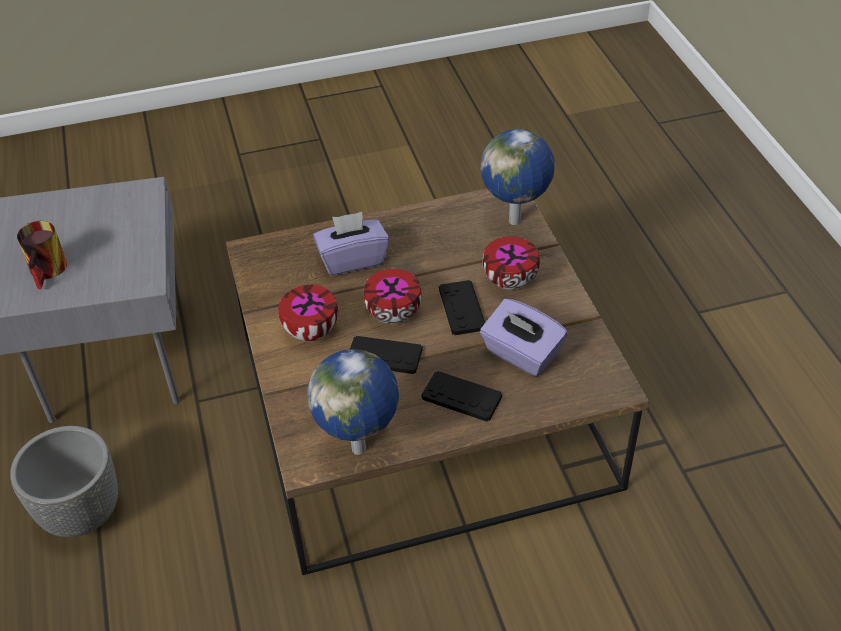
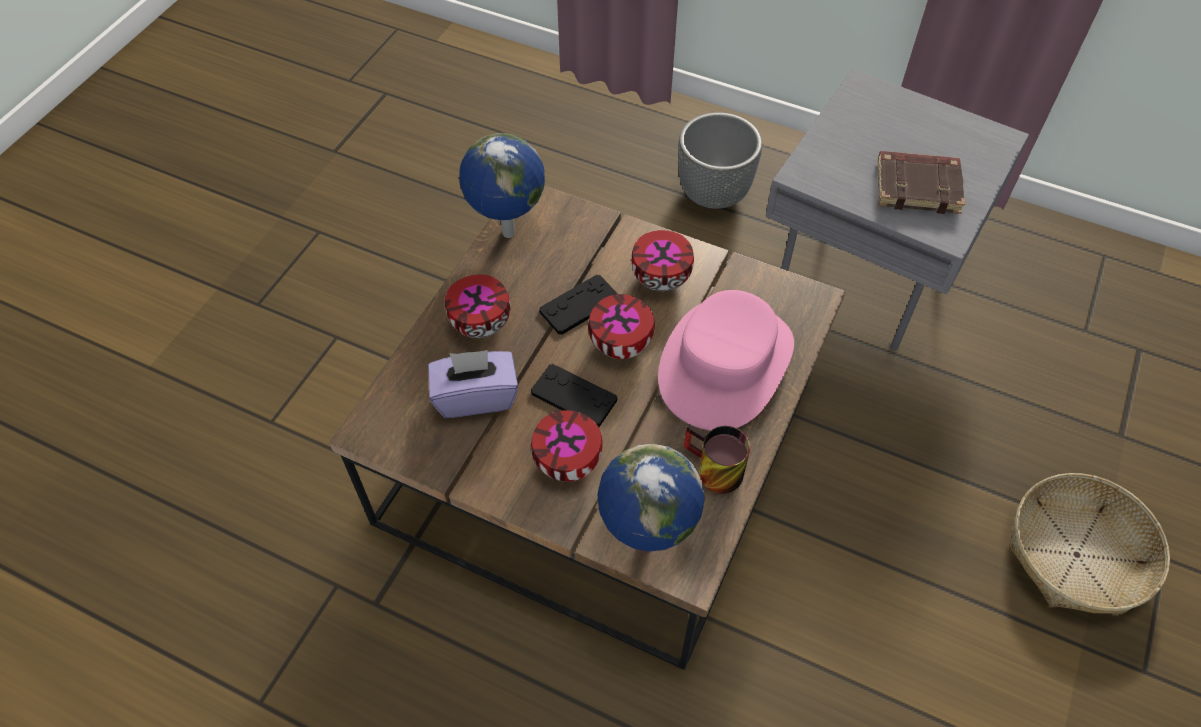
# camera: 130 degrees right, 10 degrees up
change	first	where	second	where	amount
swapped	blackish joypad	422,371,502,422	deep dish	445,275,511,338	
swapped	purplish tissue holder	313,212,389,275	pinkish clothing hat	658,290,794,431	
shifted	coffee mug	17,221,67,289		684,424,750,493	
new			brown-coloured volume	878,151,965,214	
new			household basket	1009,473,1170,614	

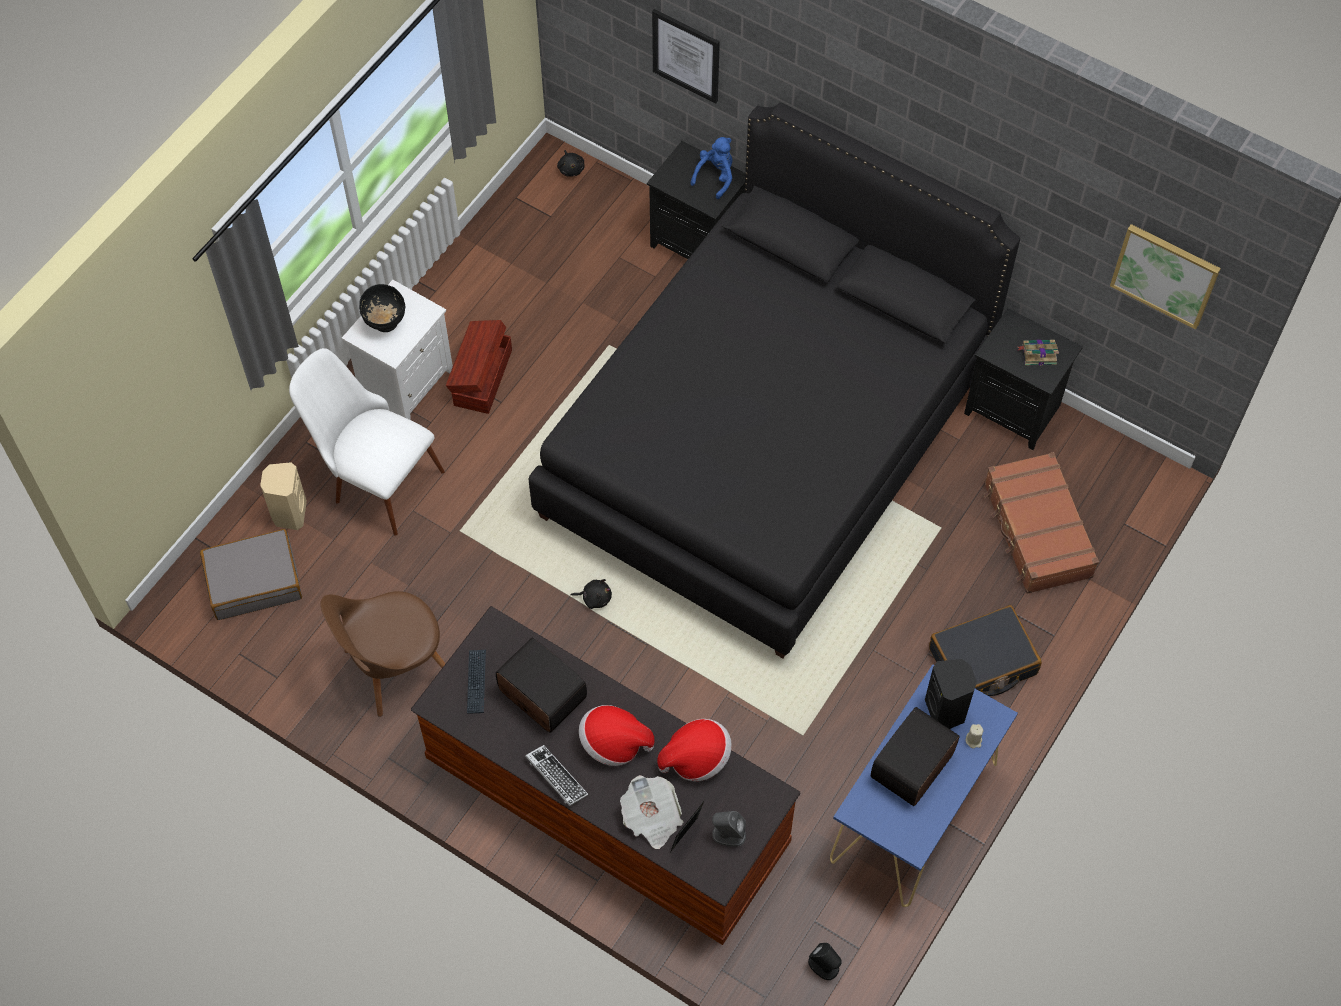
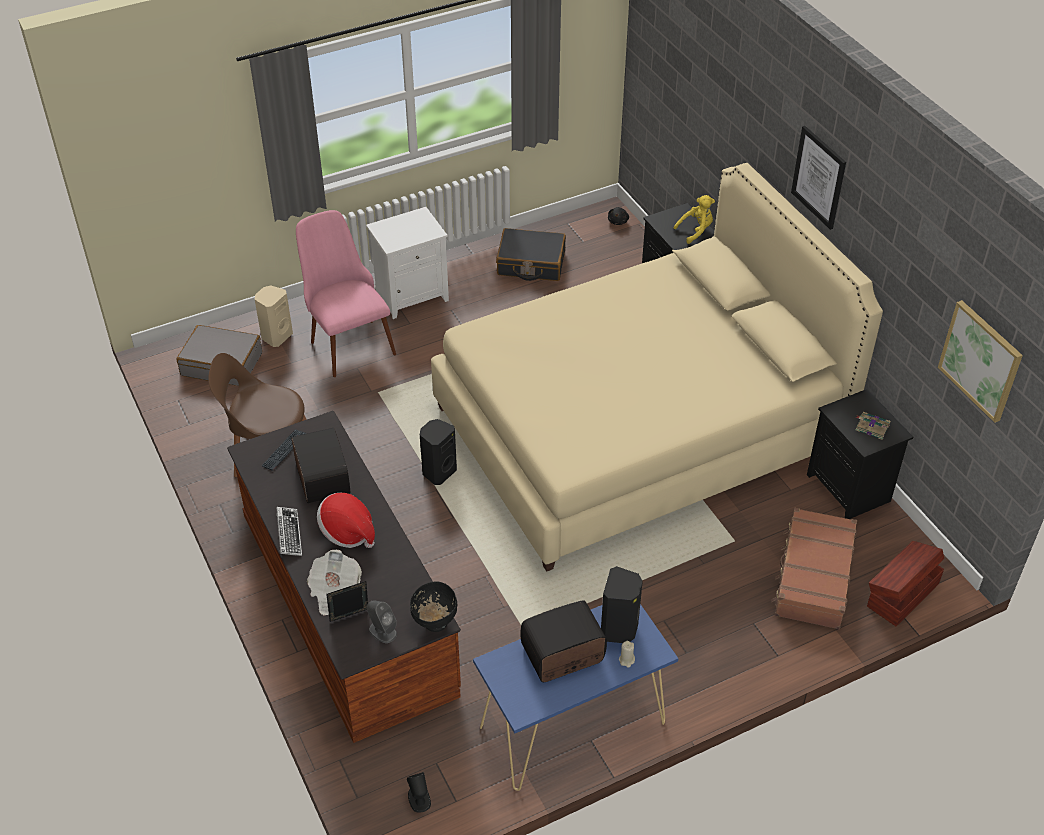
# camera: 30 degrees right, 15 degrees down
change	first	where	second	where	amount
repainted	white plain chair	289,348,445,536	pinkish plain chair	296,210,396,377	
shifted	blackish deep dish	359,284,406,332		410,582,457,632	
swapped	blackish soft toy	571,579,612,609	blackish loudspeaker	420,419,457,485	
repainted	blackish bed	528,102,1020,658	beige-coloured bed	431,163,883,571	
shifted	blackish suitcase	929,605,1042,696		496,228,566,281	
repainted	bluish soft toy	690,137,733,199	yellow soft toy	674,195,715,244	
shifted	picture	652,9,720,104		791,126,846,230	
shifted	brown-coloured storage container	446,320,512,414		867,541,944,626	
gone	clothing hat	657,719,732,781			

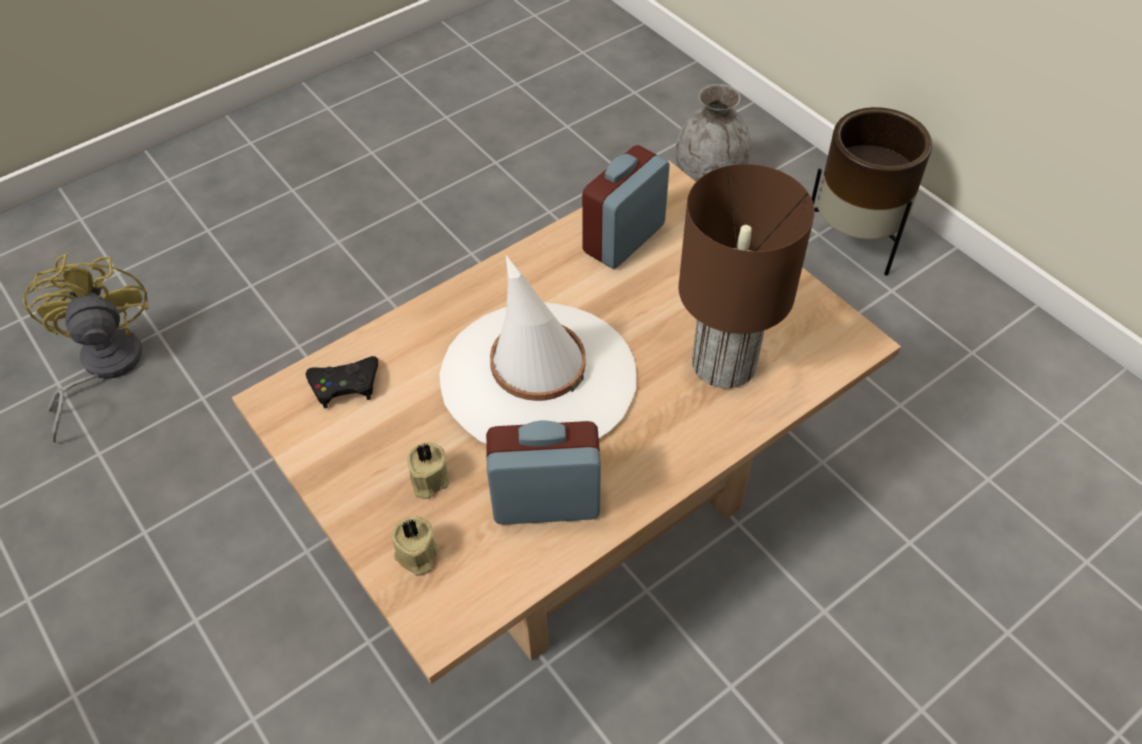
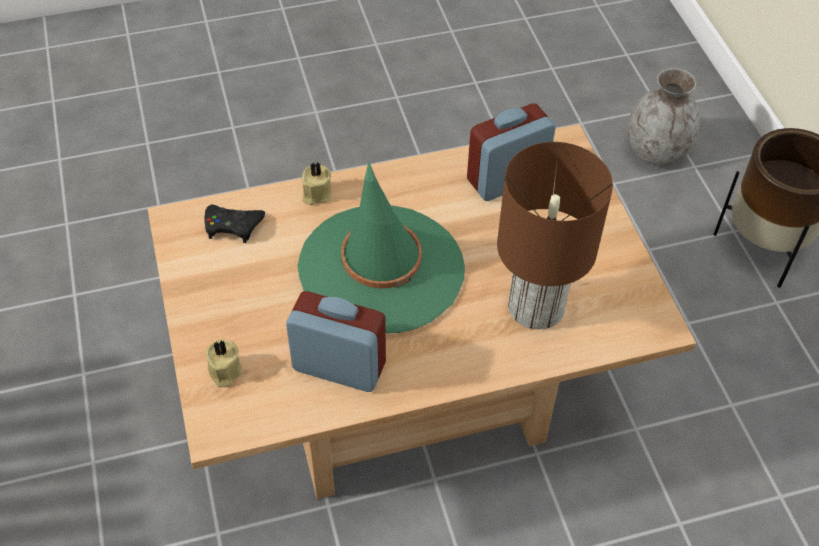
# camera: 20 degrees right, 0 degrees up
change	first	where	second	where	amount
repainted	white clothing hat	439,255,637,444	green-coloured clothing hat	298,162,465,333	
shifted	beige-coloured wax candle	407,442,449,499		302,162,331,205	
gone	yellow fan	23,254,149,443			

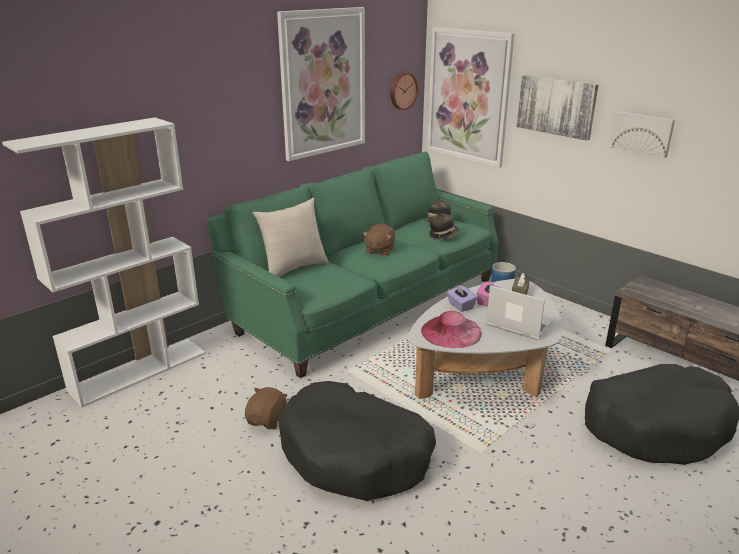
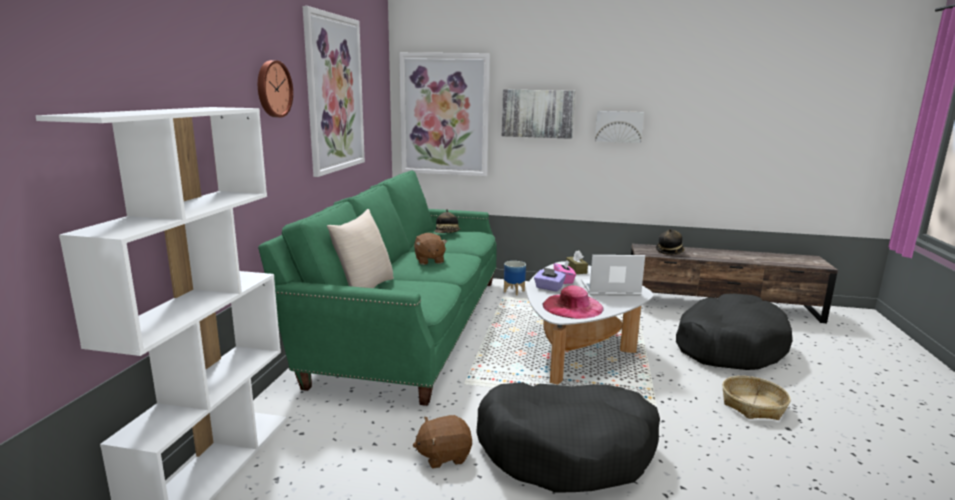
# camera: 35 degrees left, 10 degrees down
change	first	where	second	where	amount
shifted	hanging clock	390,72,418,110		258,60,293,118	
rotated	brown-coloured soft toy	245,387,288,429		413,415,472,468	90 degrees counterclockwise
shifted	clothing hat	429,212,459,239		656,229,685,255	
new			household basket	722,376,790,420	

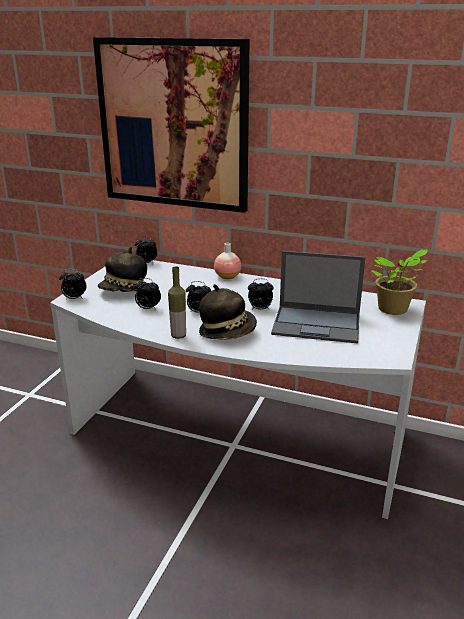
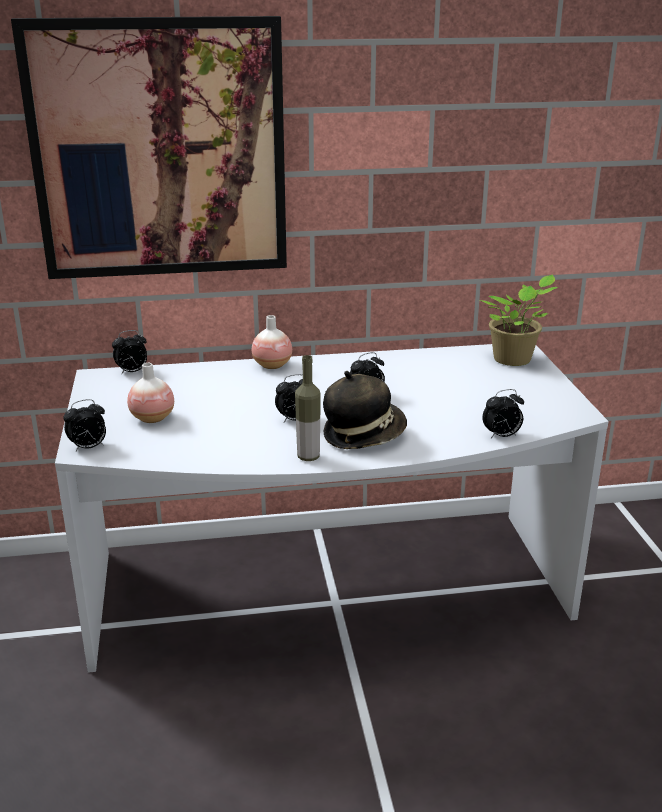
# camera: 30 degrees left, 0 degrees up
change	first	where	second	where	amount
swapped	clothing hat	98,247,147,292	decorative vase	127,363,174,423	
shifted	bedside clock	134,278,161,310		482,389,524,438	
gone	laptop	271,251,366,344			

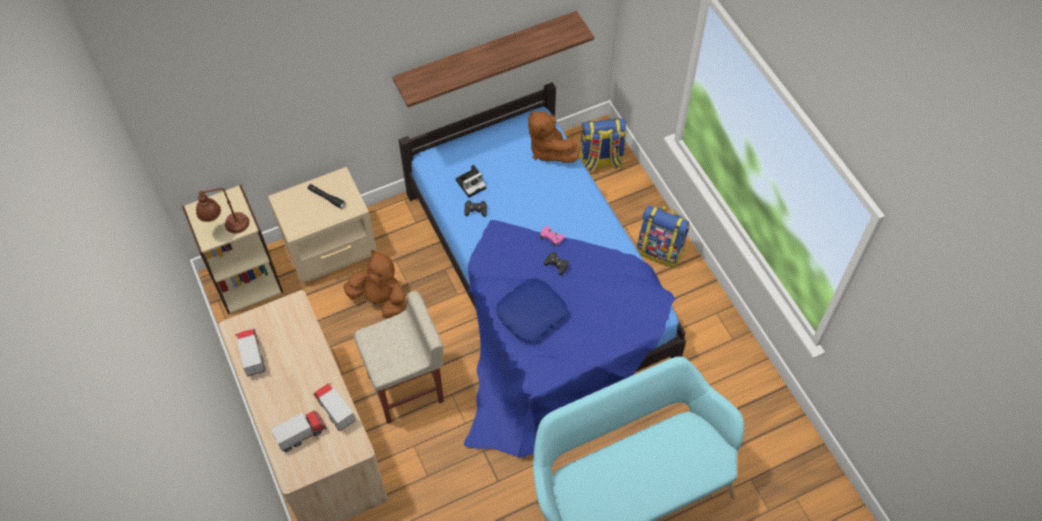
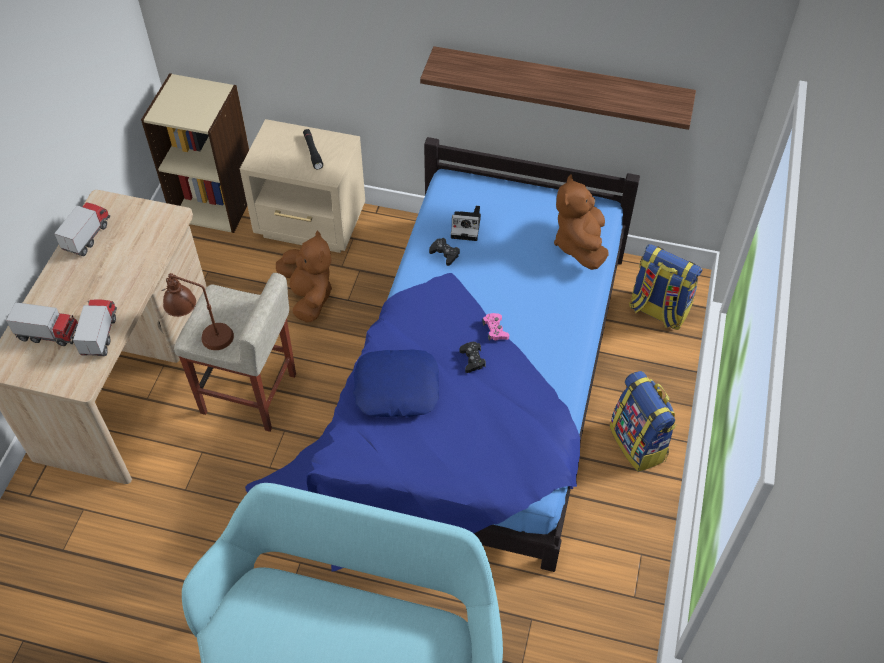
# camera: 40 degrees right, 5 degrees down
change	first	where	second	where	amount
shifted	brown-coloured lamp for a table	196,188,249,233		161,273,234,350	

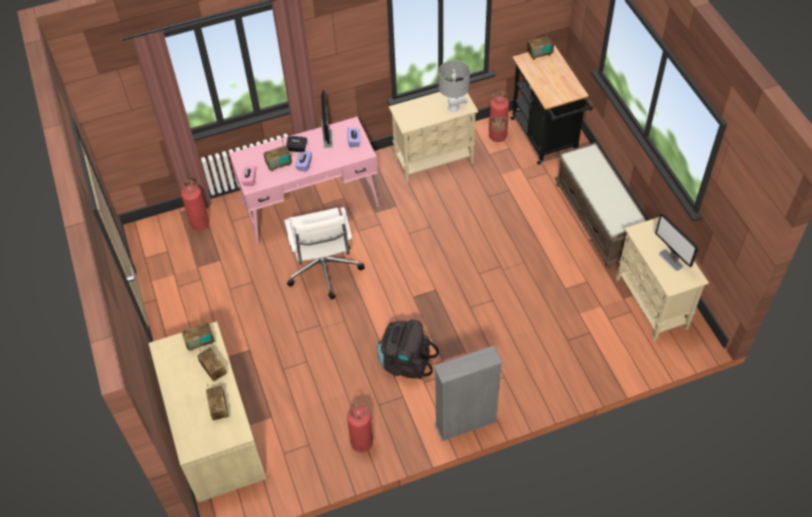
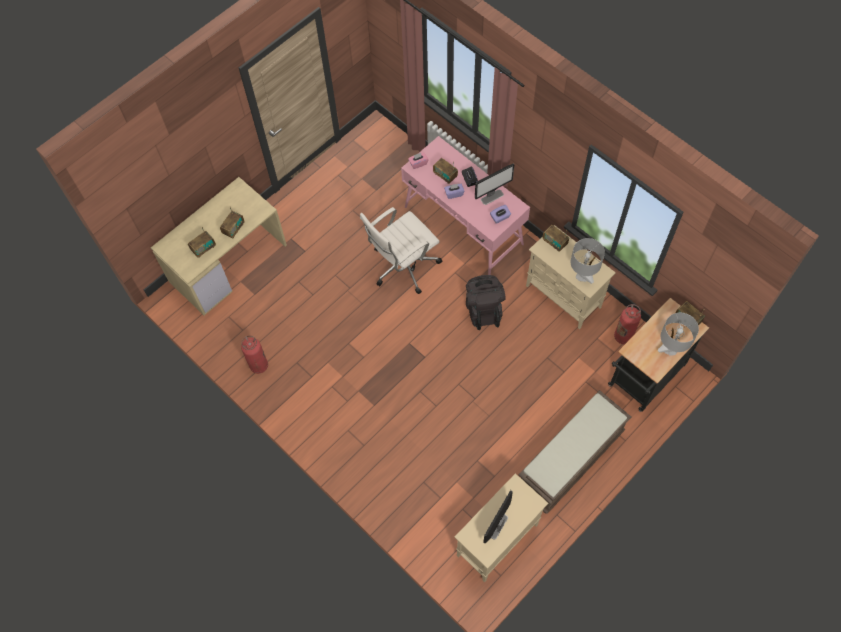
# camera: 65 degrees right, 10 degrees up
change	first	where	second	where	amount
shifted	blackish rucksack	377,320,439,379		466,275,505,330	
shifted	radio receiver	182,317,214,351		542,225,569,252	
new			grey lamp for a table	658,313,699,355	
gone	fire-fighting cylinder	181,180,209,231			
gone	grey shelving unit	434,345,503,441			

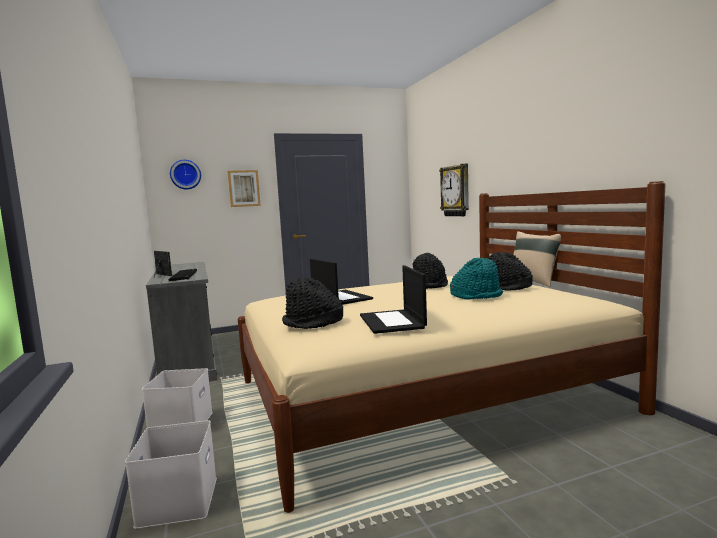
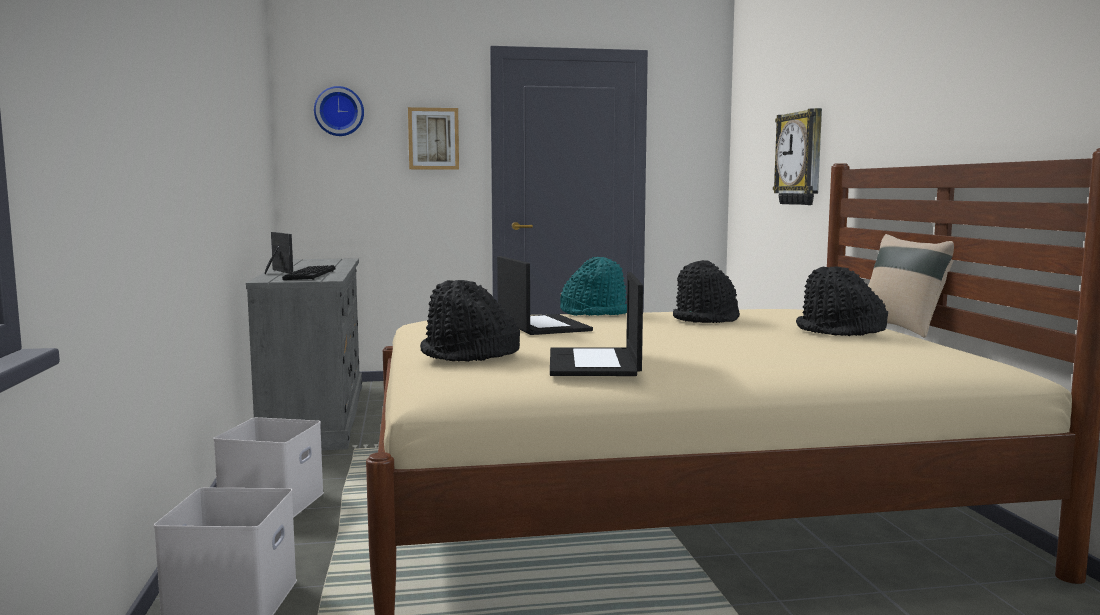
# camera: 10 degrees right, 0 degrees up
change	first	where	second	where	amount
shifted	turquoise clothing hat	450,258,503,300		560,257,627,316	

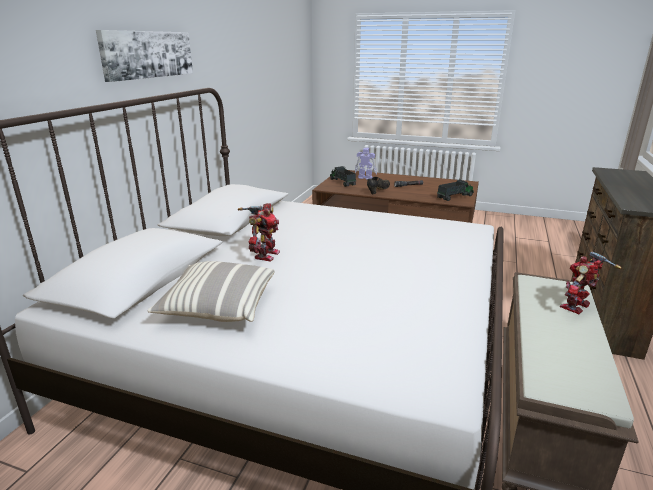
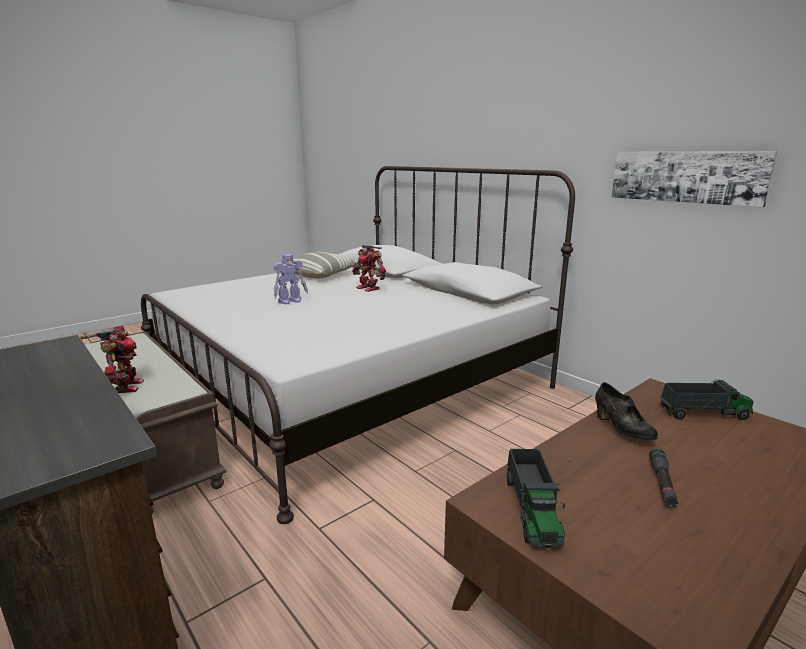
# camera: 120 degrees right, 5 degrees down
change	first	where	second	where	amount
shifted	robot figure	355,148,377,180		273,254,308,305	
shifted	picture	96,30,193,82		611,151,778,207	

